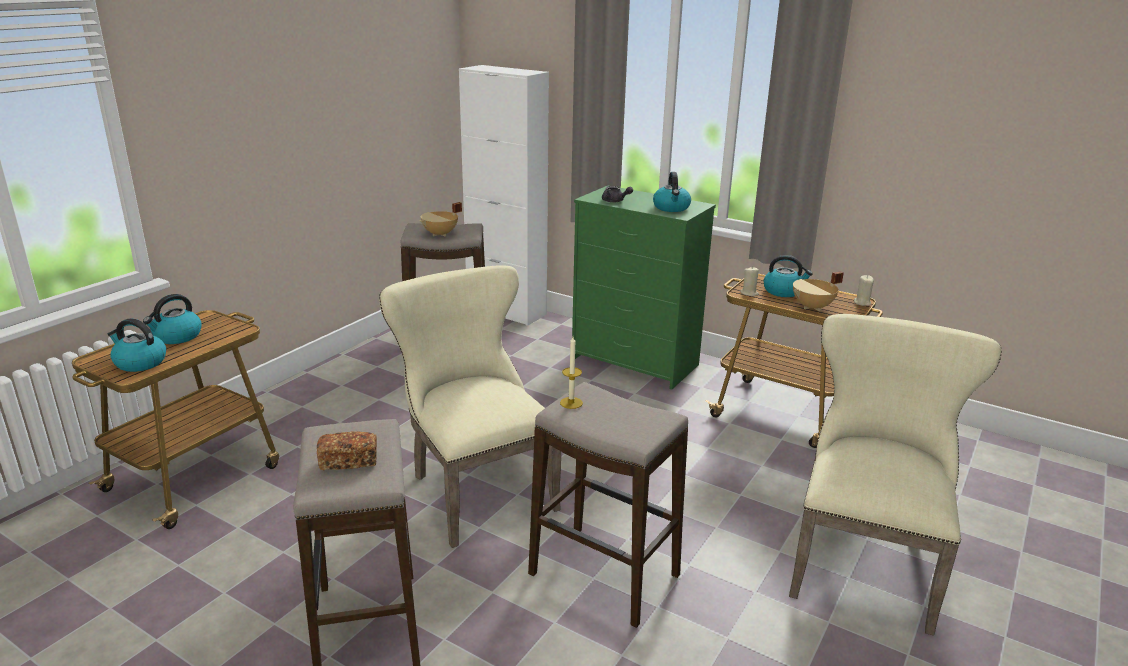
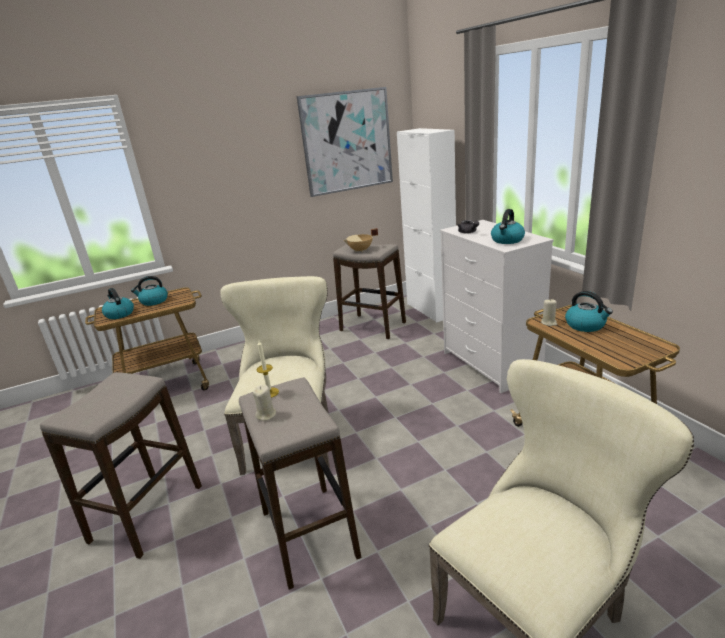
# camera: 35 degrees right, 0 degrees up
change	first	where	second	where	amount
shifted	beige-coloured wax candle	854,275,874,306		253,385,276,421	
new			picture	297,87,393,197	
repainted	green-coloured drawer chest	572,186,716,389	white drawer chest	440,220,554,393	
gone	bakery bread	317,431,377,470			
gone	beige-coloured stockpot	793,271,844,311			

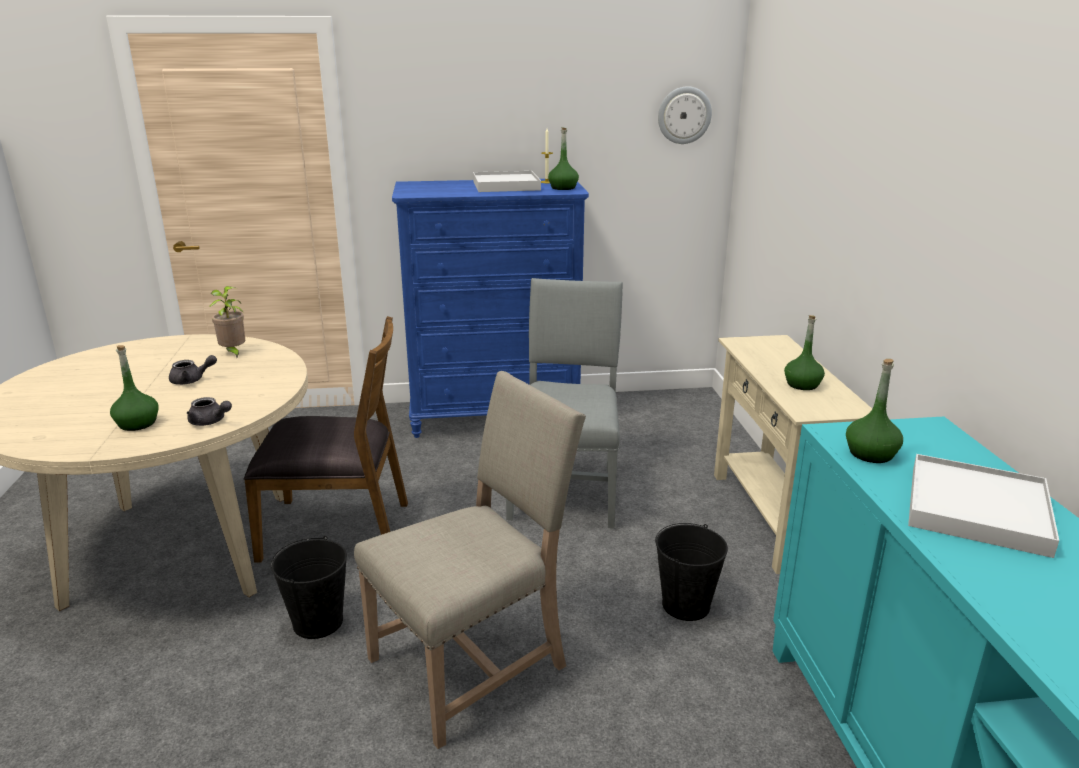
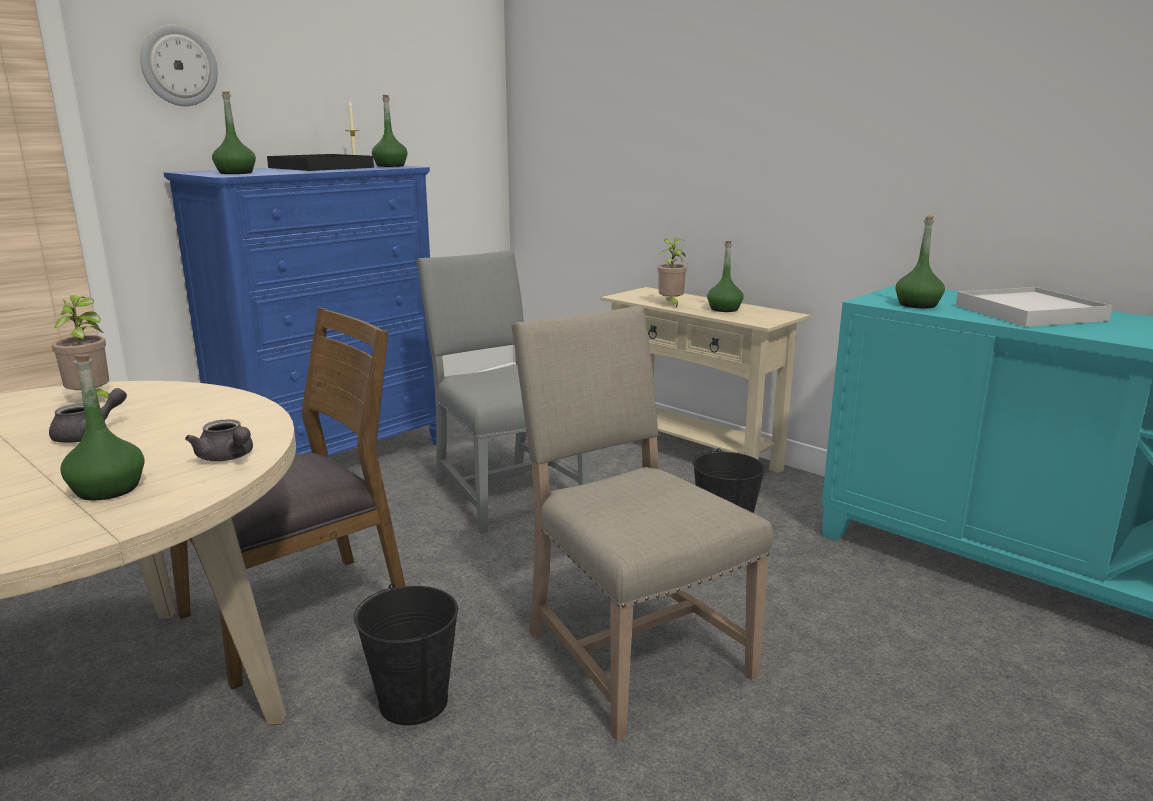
# camera: 40 degrees left, 5 degrees down
change	first	where	second	where	amount
shifted	hanging clock	658,86,712,144		140,25,218,106	
rotated	grey tea pot	187,397,232,426		185,419,253,461	60 degrees clockwise
new			green-coloured beverage bottle	212,91,256,174	
repainted	white tray	473,171,541,192	blackish tray	267,154,374,171	
rotated	beige-coloured plain chair	354,371,586,749		511,305,773,741	45 degrees counterclockwise
new			potted plant	658,238,687,308	

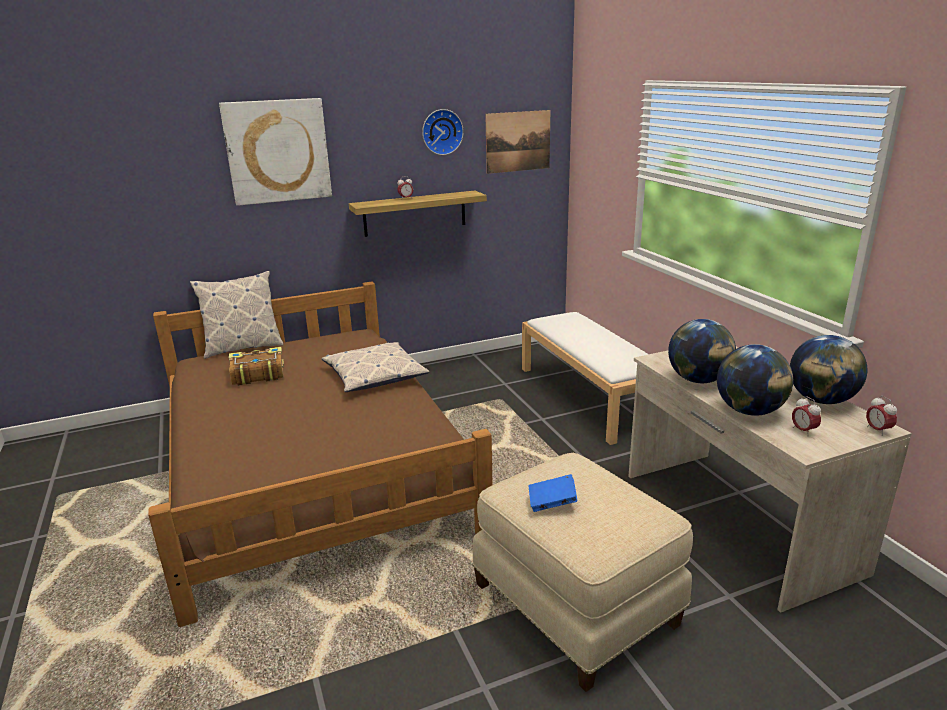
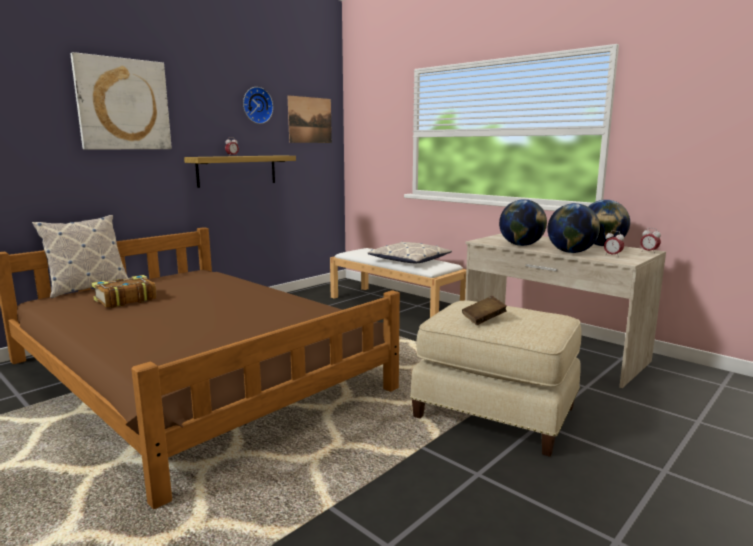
# camera: 25 degrees left, 10 degrees down
change	first	where	second	where	amount
shifted	throw pillow	322,342,430,392		367,242,452,263	
repainted	bluish volume	529,474,578,512	brown-coloured volume	462,296,507,325	

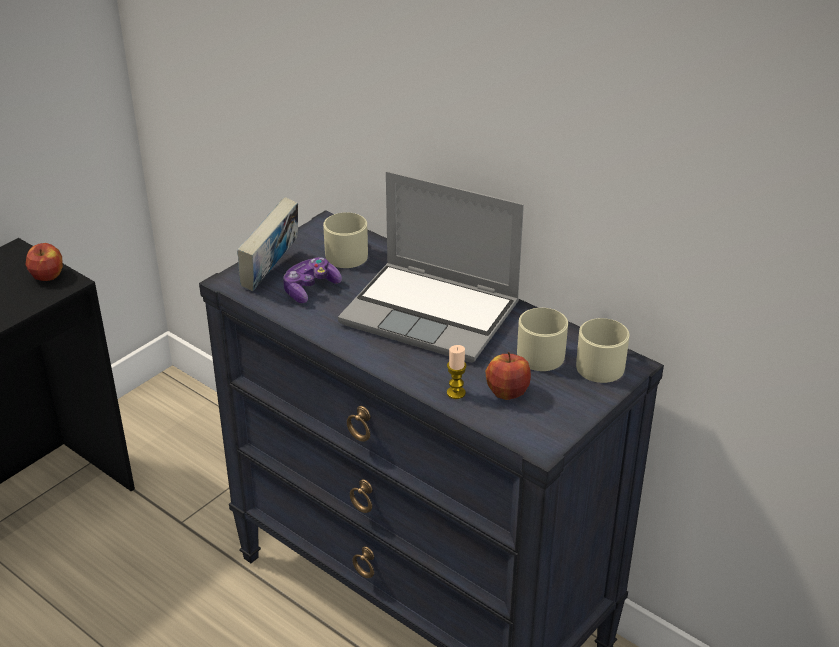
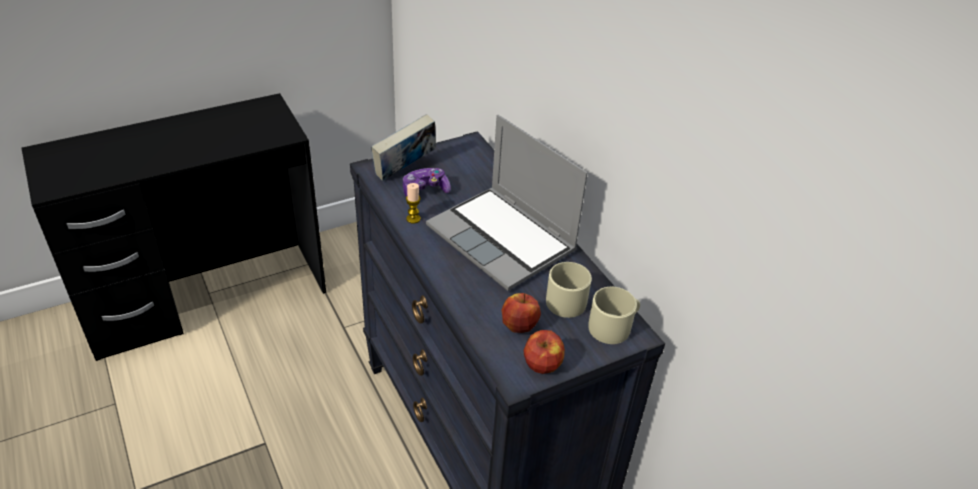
# camera: 20 degrees right, 5 degrees up
change	first	where	second	where	amount
shifted	wax candle	447,345,467,399		406,183,421,224	
shifted	apple	26,243,63,281		524,330,565,374	
gone	beige-coloured coffee mug	323,212,368,268			

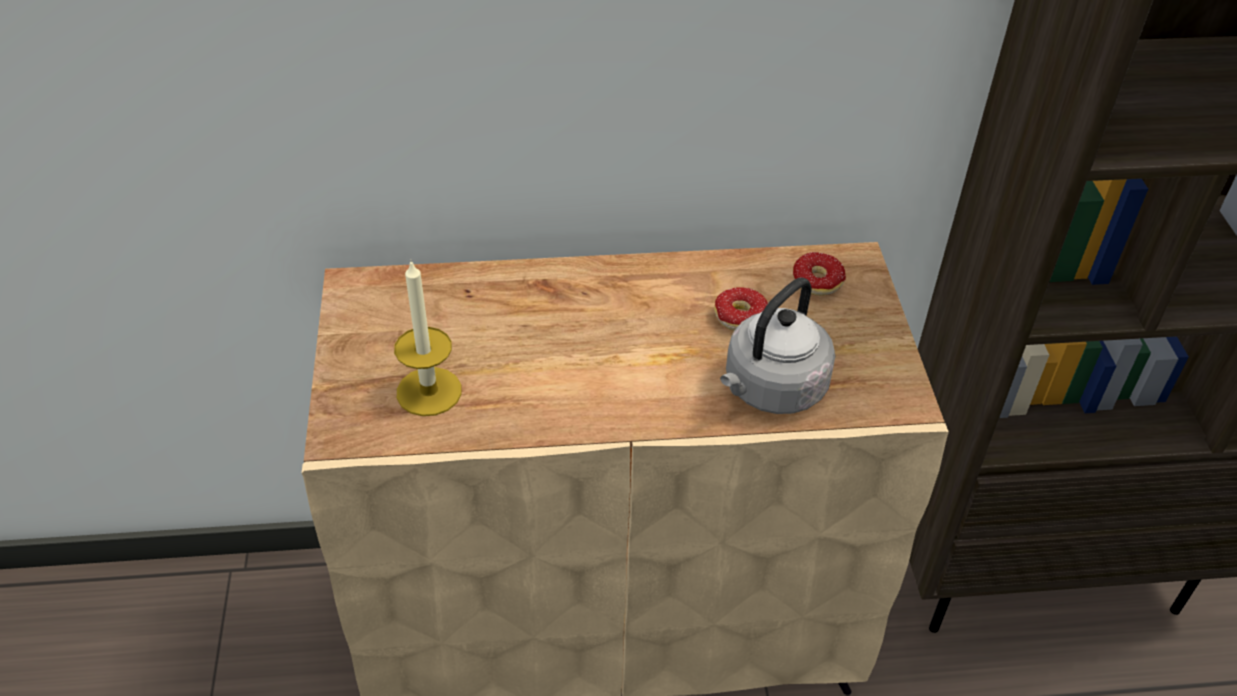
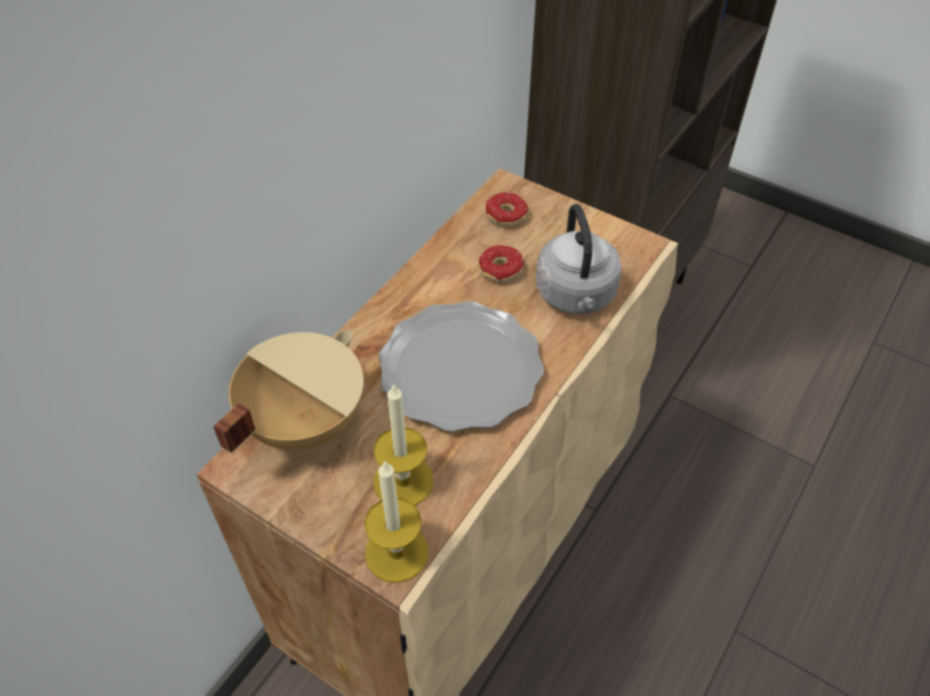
# camera: 50 degrees left, 5 degrees up
change	first	where	second	where	amount
new			beige-coloured stockpot	213,330,364,454	
new			wax candle	364,460,429,583	
new			flat dish	378,301,544,432	

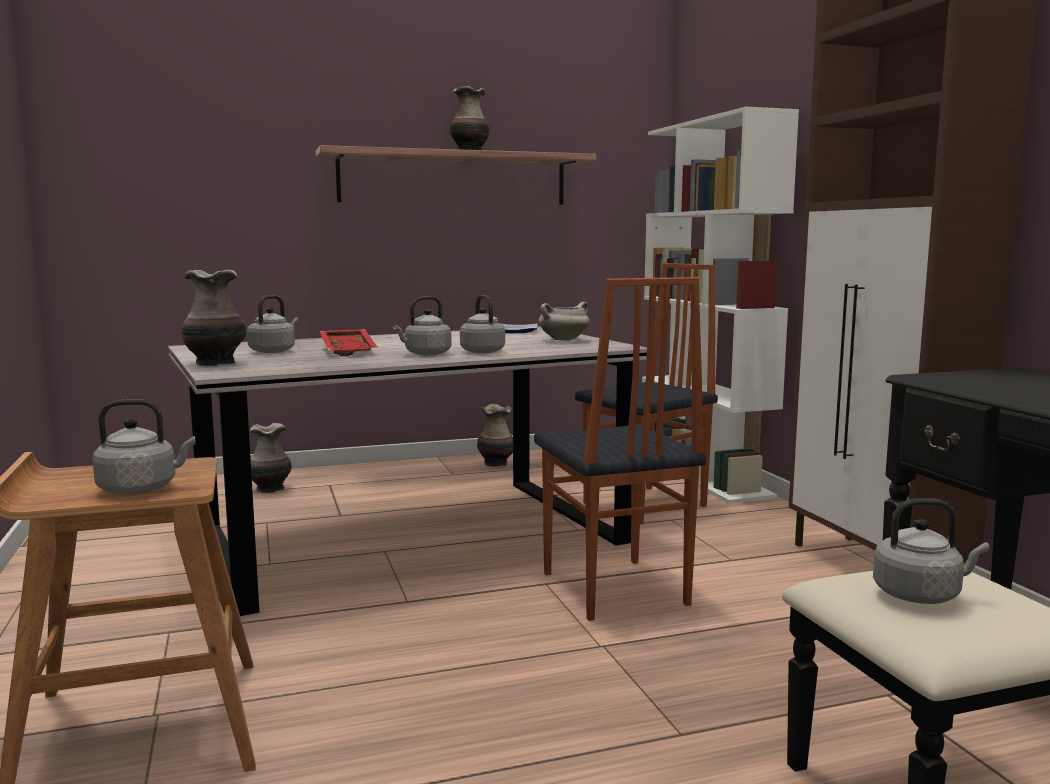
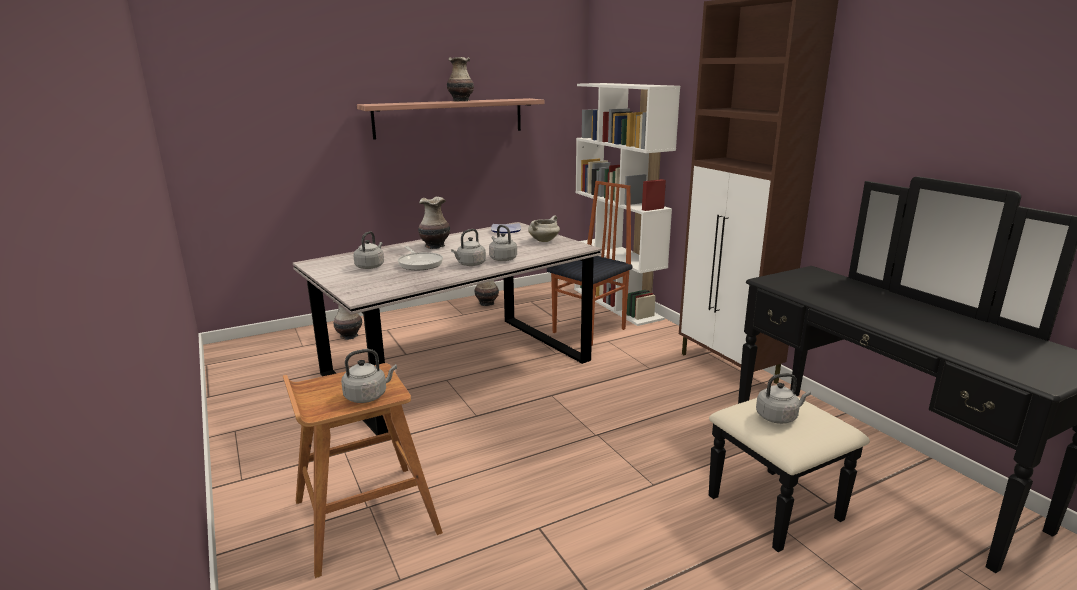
# camera: 10 degrees left, 10 degrees up
change	first	where	second	where	amount
swapped	red tray	319,329,377,356	frying pan	398,246,443,270	
shifted	decorative vase	182,270,246,366		418,197,450,249	
gone	plain chair	534,277,706,621			

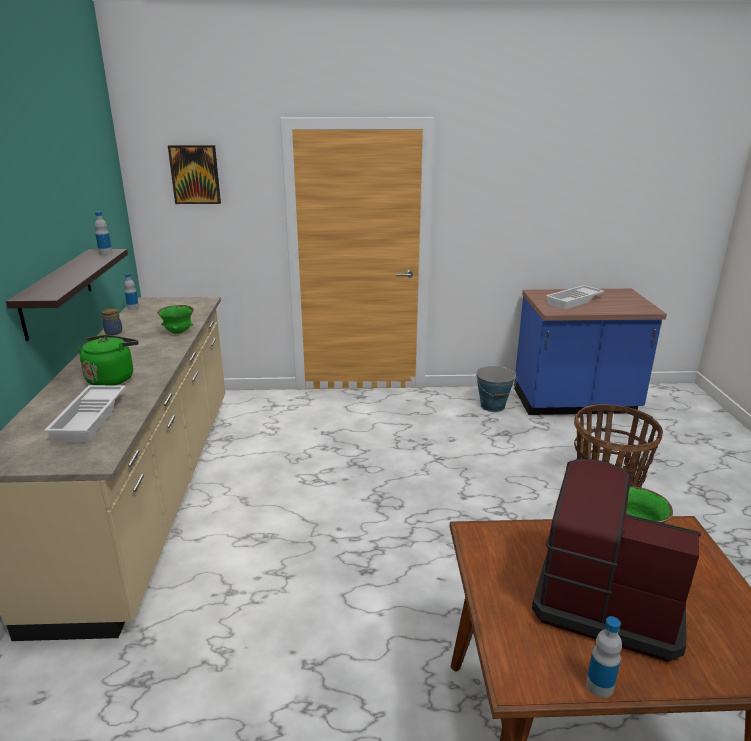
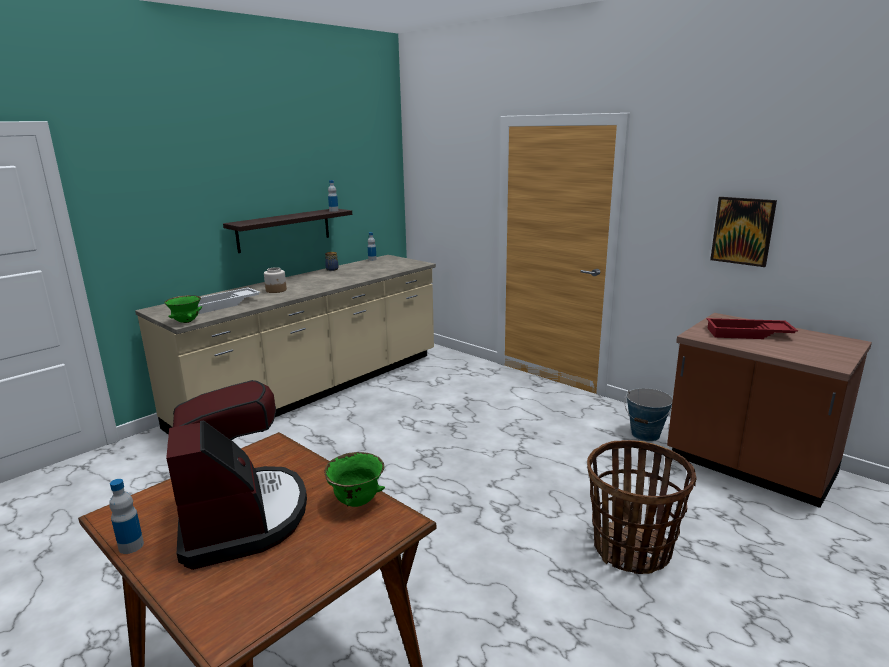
# camera: 45 degrees right, 5 degrees down
change	first	where	second	where	amount
shifted	green-coloured deep dish	157,305,194,334		164,295,202,323	
swapped	green-coloured tea kettle	78,335,139,385	jar	264,267,287,293	
repainted	bluish counter	514,289,667,415	brown-coloured counter	667,313,872,508	
repainted	white tray	546,285,605,310	red tray	707,318,798,339	
shifted	picture	168,145,221,204		710,197,777,267	

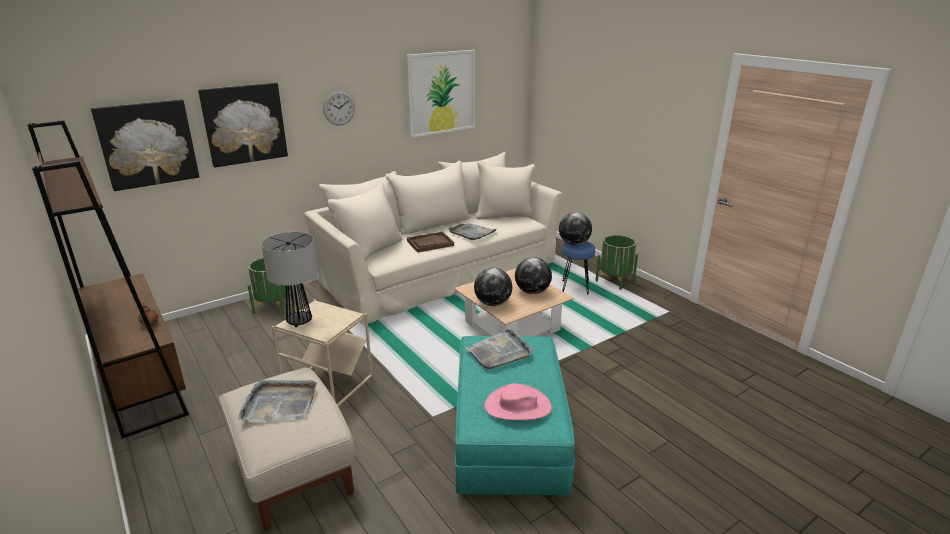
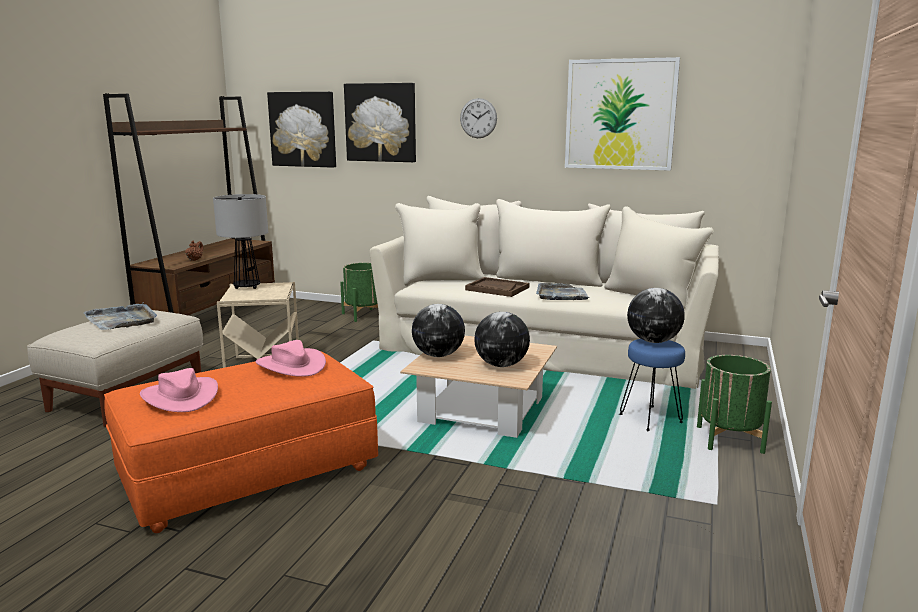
# camera: 55 degrees right, 10 degrees down
change	first	where	second	where	amount
repainted	turquoise pouffe	455,336,575,495	orangey pouffe	104,351,378,533	
swapped	grey tray	465,328,533,369	pinkish clothing hat	256,340,326,377	

